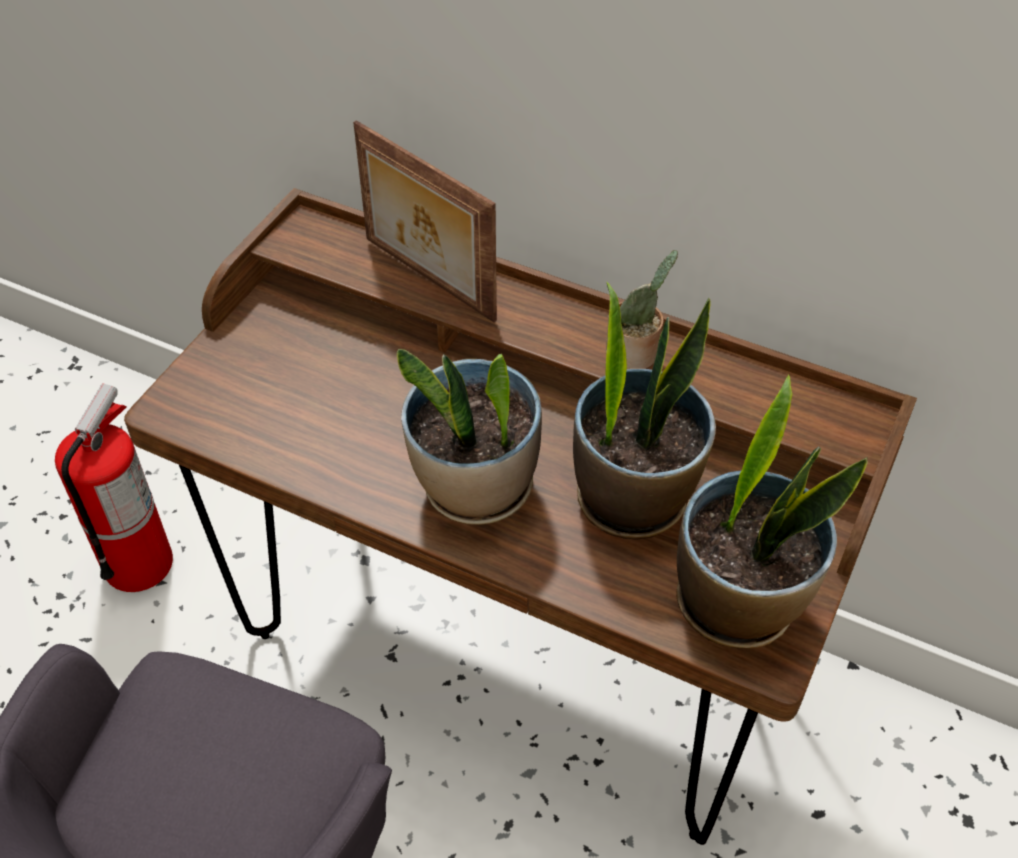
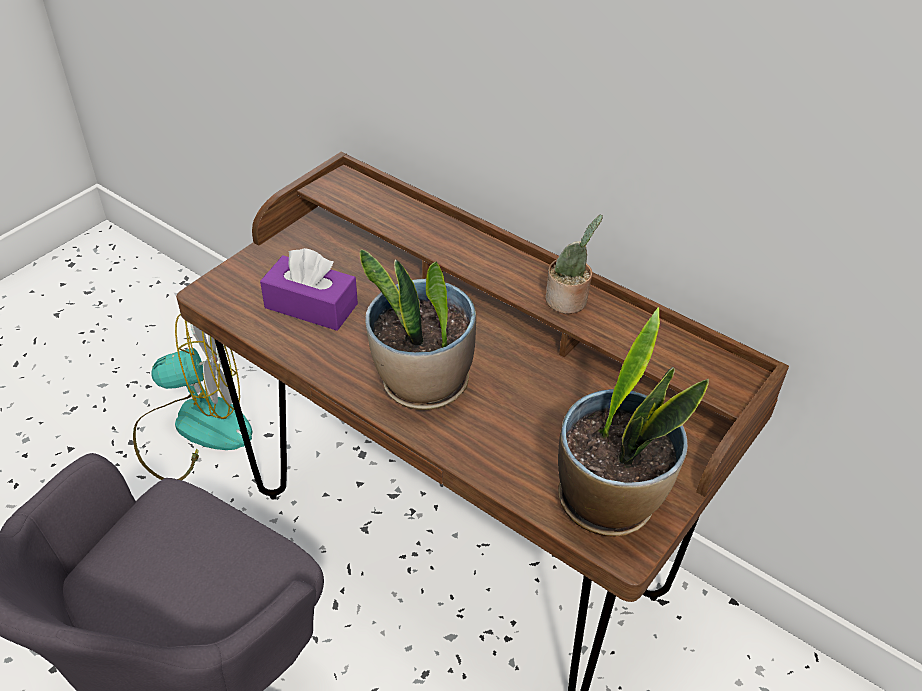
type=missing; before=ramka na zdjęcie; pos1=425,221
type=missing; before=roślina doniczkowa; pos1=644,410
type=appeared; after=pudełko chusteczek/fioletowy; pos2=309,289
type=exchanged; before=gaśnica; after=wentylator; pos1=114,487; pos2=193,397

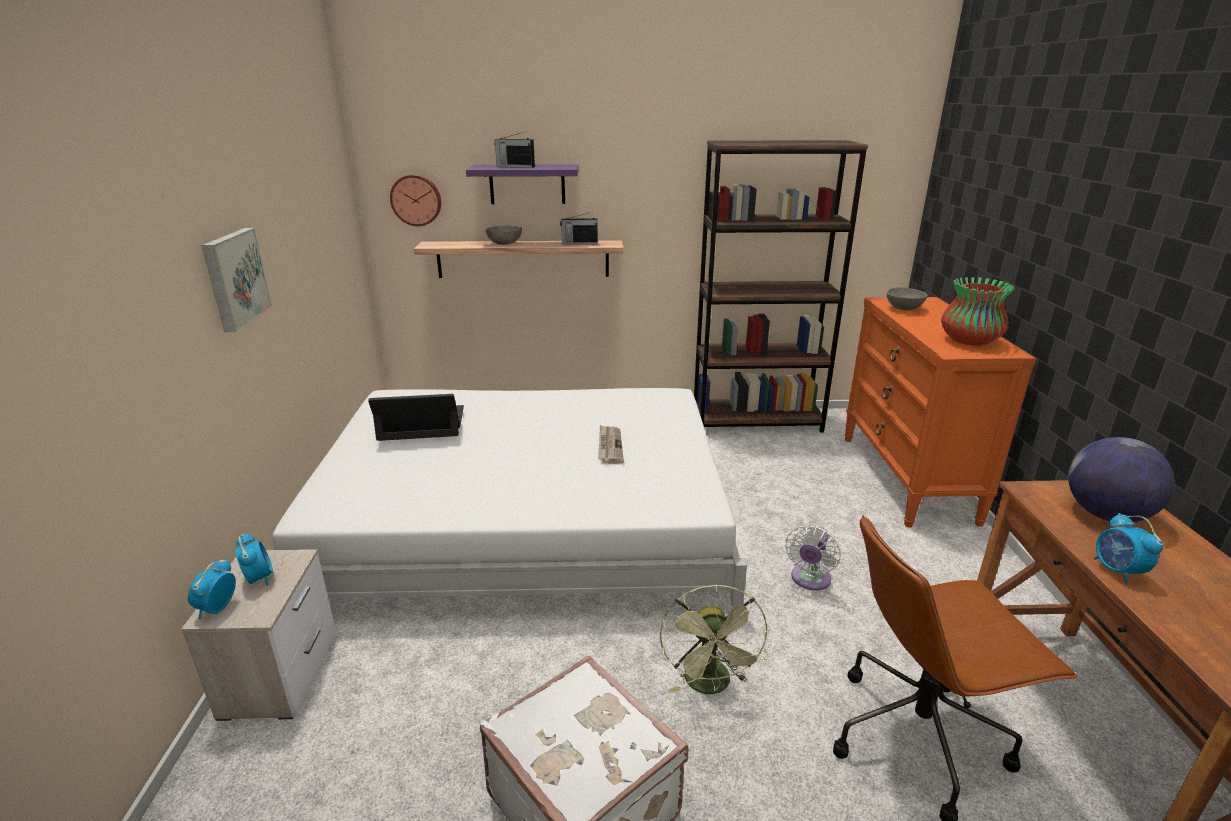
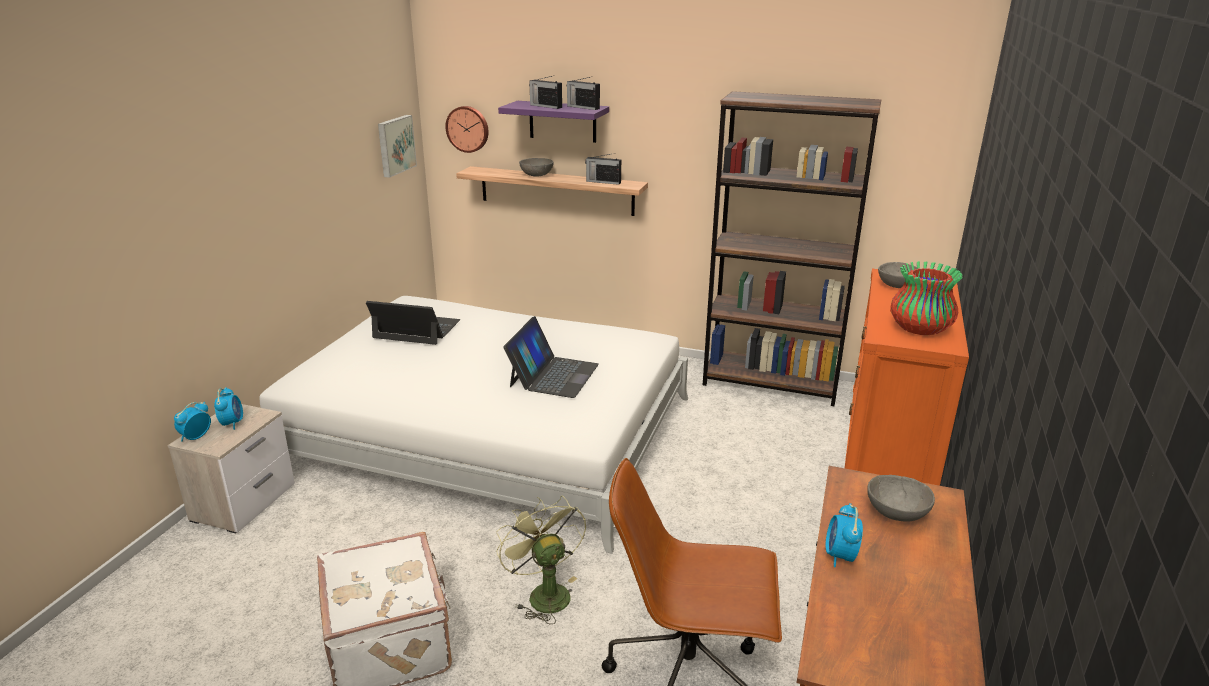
type=missing; before=wentylator/biały; pos1=813,557
type=appeared; after=radio; pos2=583,93
type=relocated; before=obraz; pos1=236,280; pos2=397,146
type=exchanged; before=gazeta; after=laptop; pos1=611,444; pos2=551,357
type=exchanged; before=globus; after=miska/szary; pos1=1121,479; pos2=901,498
type=spun; before=wentylator/zielony; pos1=714,639; pos2=541,560; turn=135

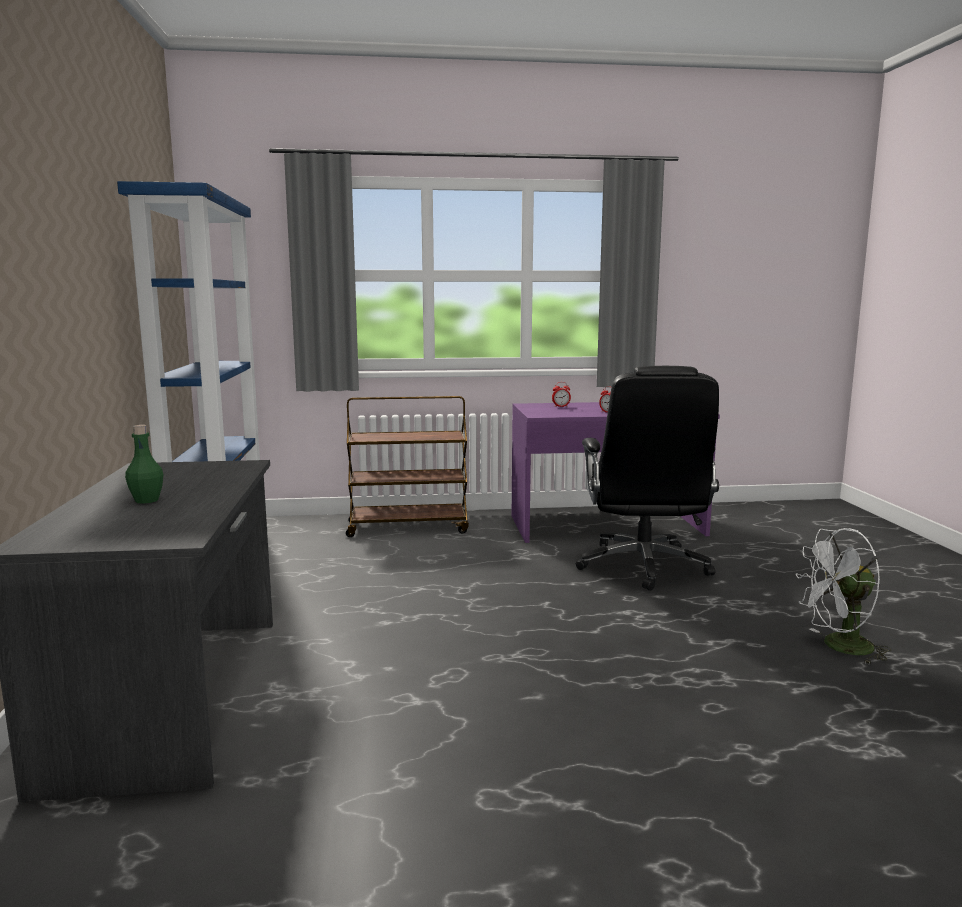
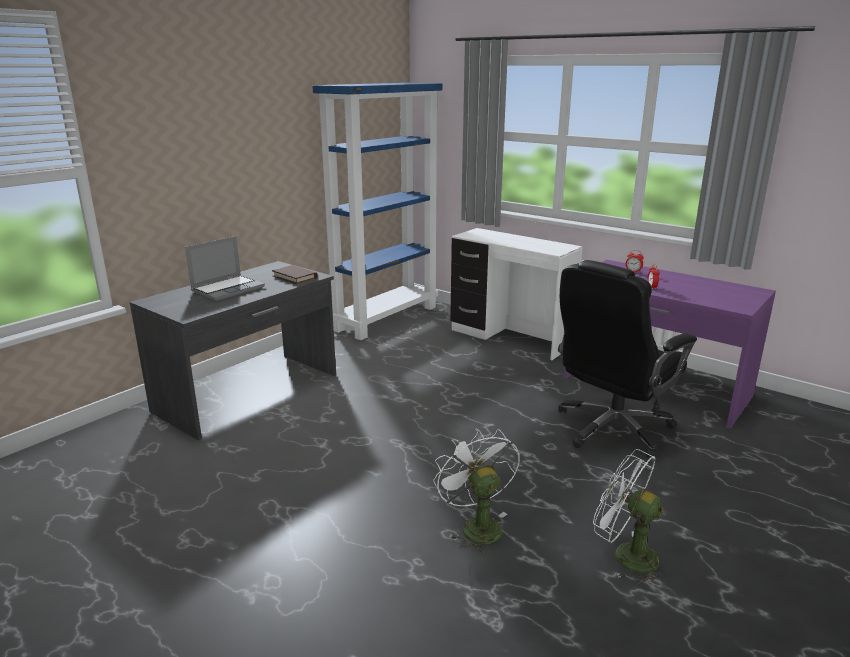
type=appeared; after=książka/brązowy; pos2=295,274
type=appeared; after=wentylator/biały; pos2=476,491
type=exchanged; before=butelka/zielony; after=laptop; pos1=144,464; pos2=225,268
type=exchanged; before=wózek/brązowy; after=biurko/biały; pos1=407,466; pos2=516,294

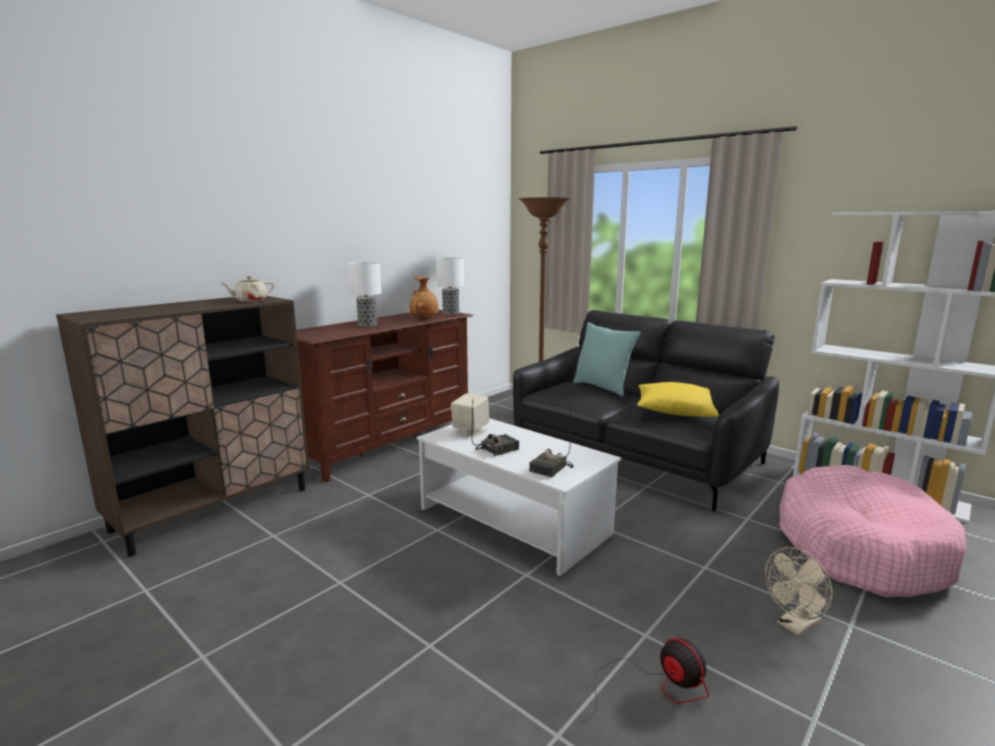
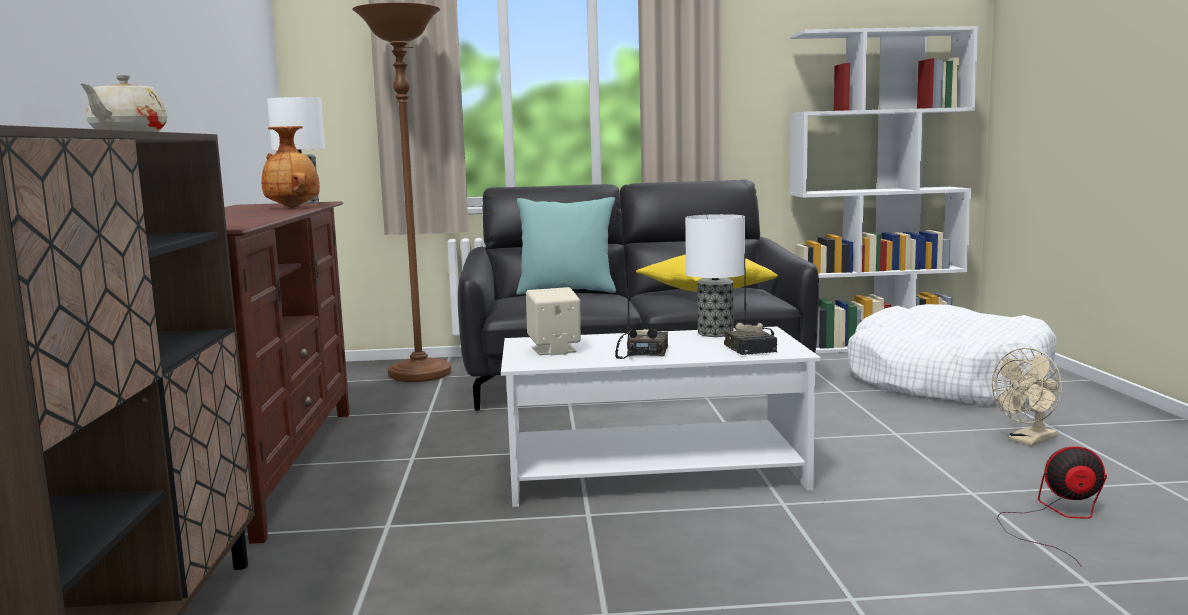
type=relocated; before=lampa stołowa; pos1=364,294; pos2=715,275
type=colour; before=legowisko/różowy; after=legowisko/biały; pos1=873,531; pos2=952,355
type=spun; before=wentylator/beżowy; pos1=799,591; pos2=1027,397; turn=45

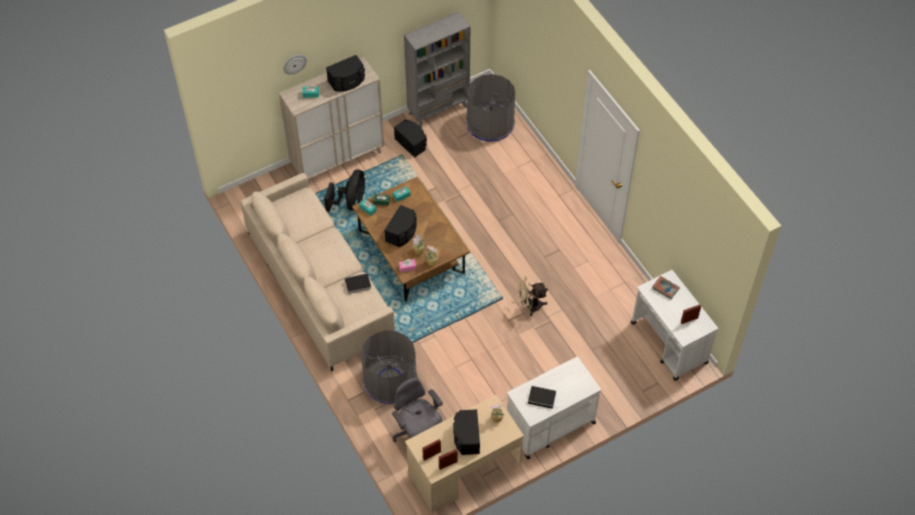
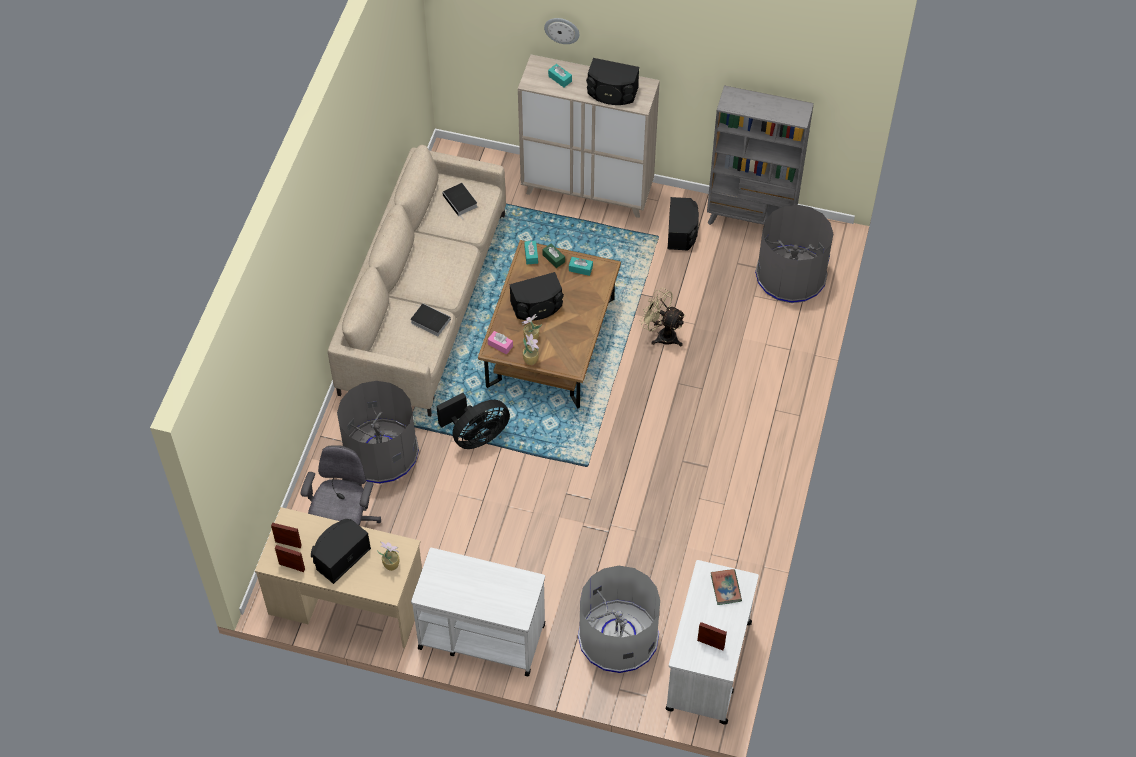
type=appeared; after=kosz na śmieci/szary; pos2=619,619
type=relocated; before=wentylator/czarny; pos1=344,190; pos2=473,421
type=relocated; before=wentylator/beżowy; pos1=533,296; pos2=663,317
type=relocated; before=książka; pos1=543,397; pos2=460,200

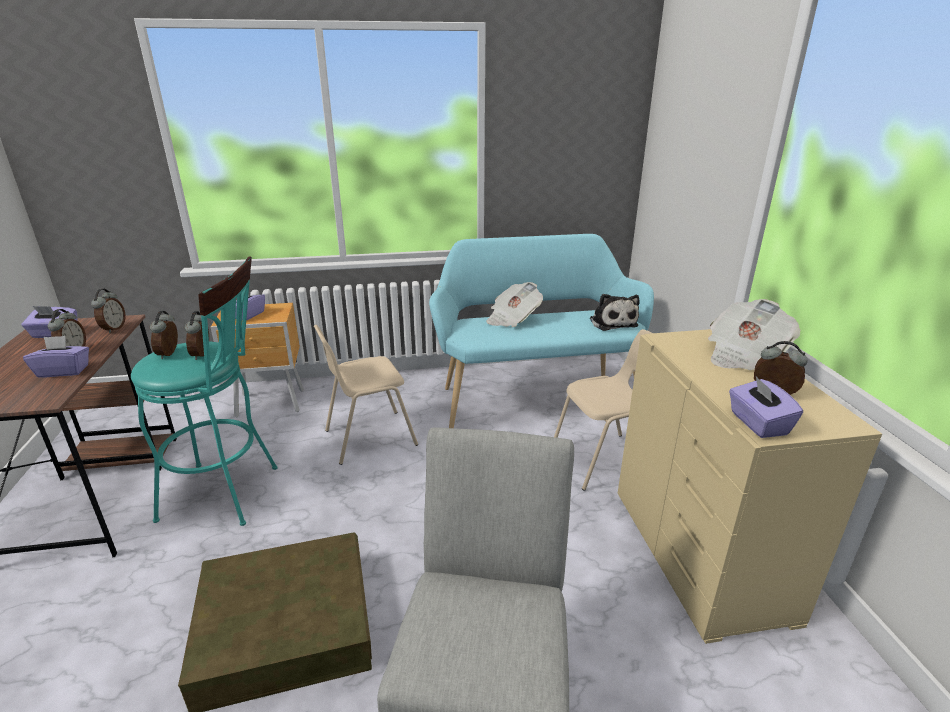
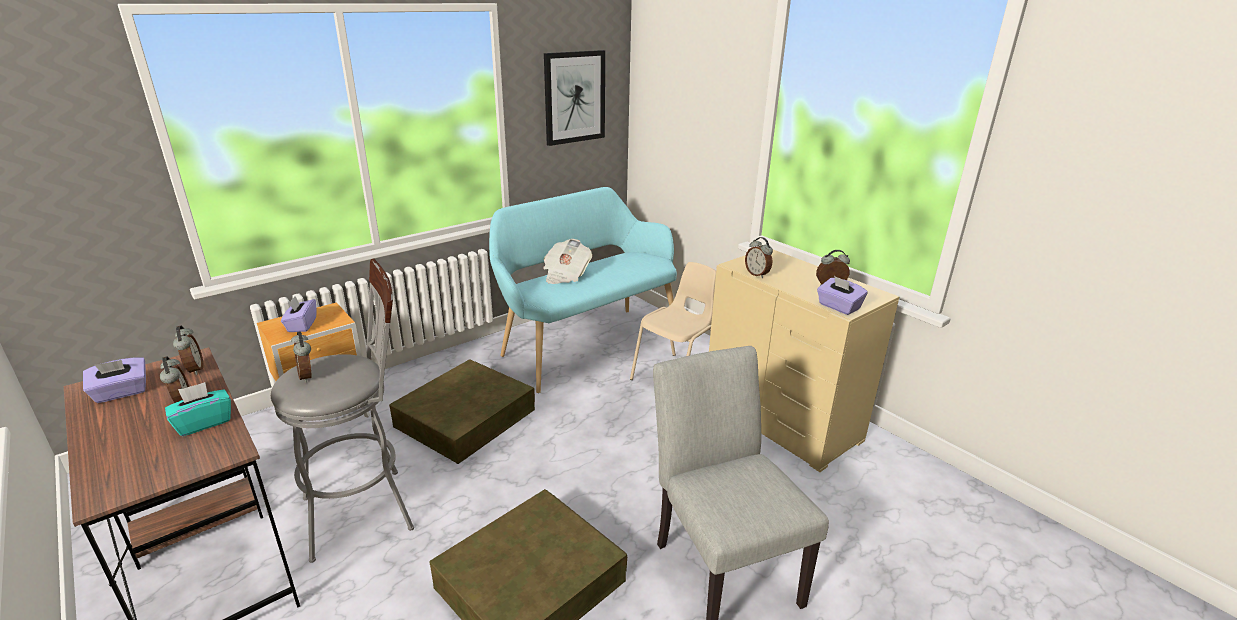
type=missing; before=pluszak; pos1=614,312
type=missing; before=gazeta; pos1=754,334
type=appeared; after=obraz; pos2=574,98
type=relocated; before=budzik; pos1=197,335; pos2=759,257
type=exchanged; before=krzesło/beżowy; after=pojemnik do przechowywania/brązowy; pos1=366,395; pos2=462,411
type=colour; before=pudełko chusteczek/fioletowy; after=pudełko chusteczek/turkusowy; pos1=56,357; pos2=198,409
type=colour; before=stołek/turkusowy; after=stołek/szary; pos1=204,391; pos2=342,411

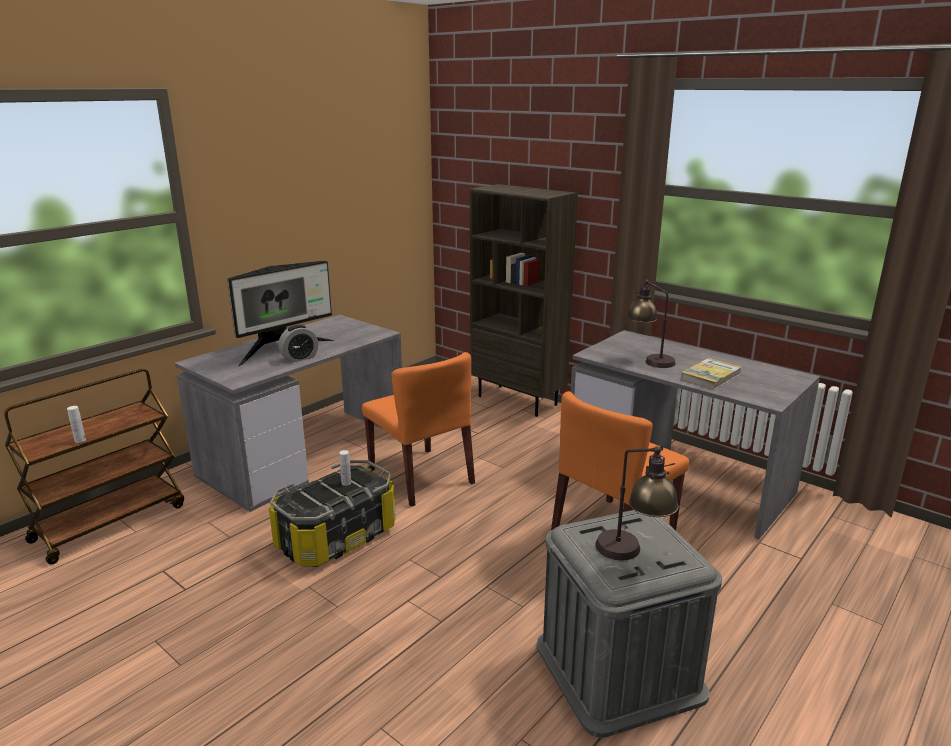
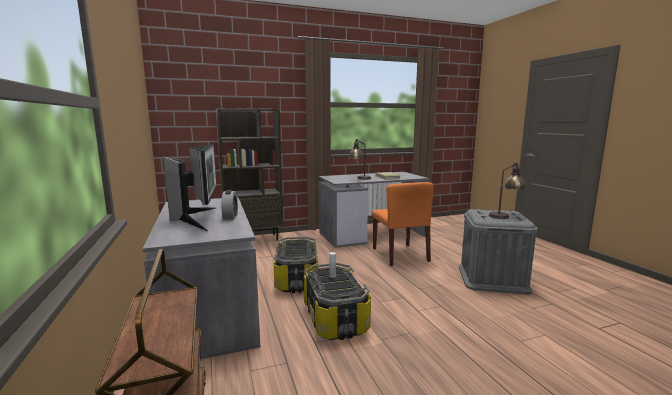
type=missing; before=butelka/biały; pos1=76,424
type=exchanged; before=krzesło/pomarańczowy; after=pojemnik do przechowywania; pos1=418,429; pos2=296,265

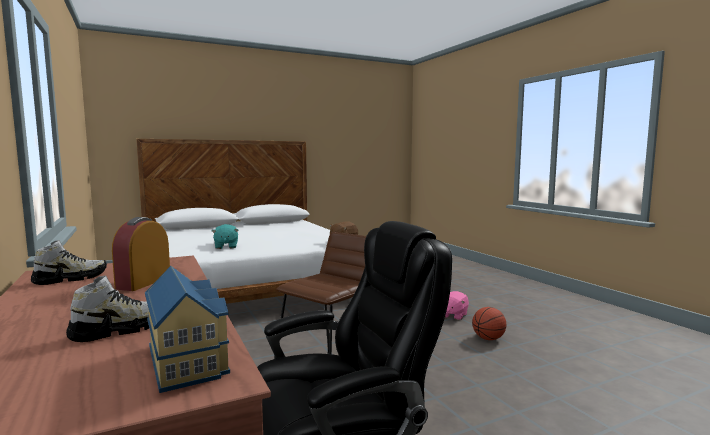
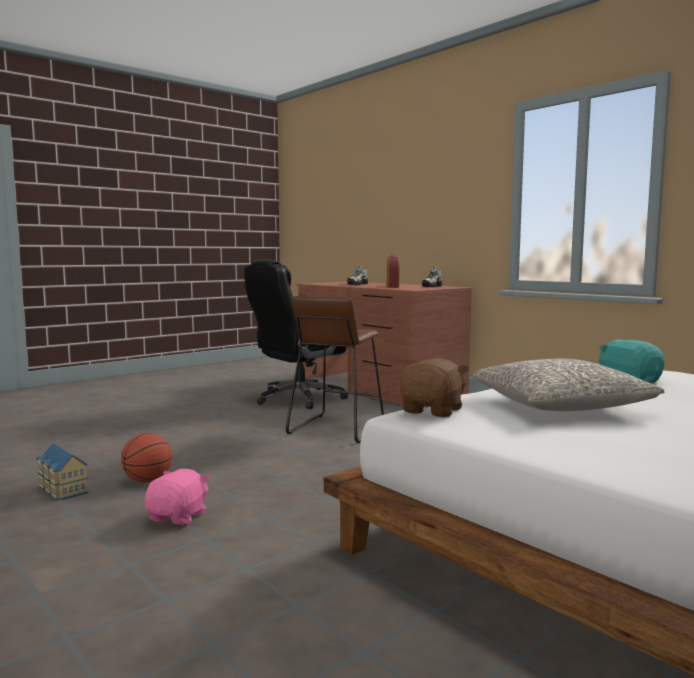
type=appeared; after=poduszka/szary; pos2=566,385
type=relocated; before=domek; pos1=187,329; pos2=62,472

